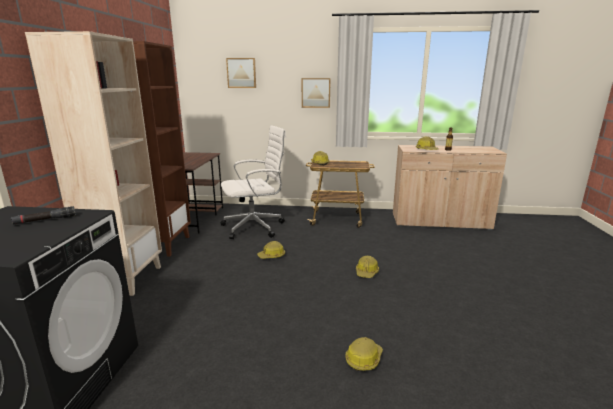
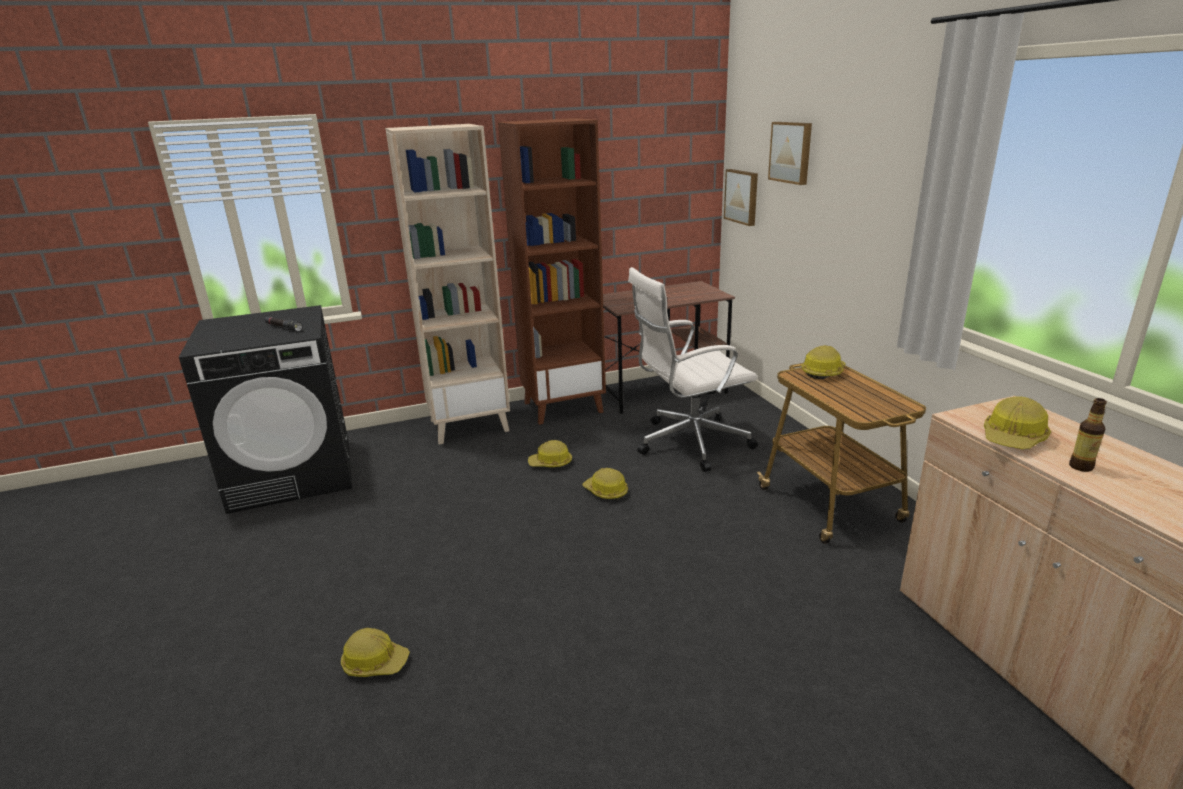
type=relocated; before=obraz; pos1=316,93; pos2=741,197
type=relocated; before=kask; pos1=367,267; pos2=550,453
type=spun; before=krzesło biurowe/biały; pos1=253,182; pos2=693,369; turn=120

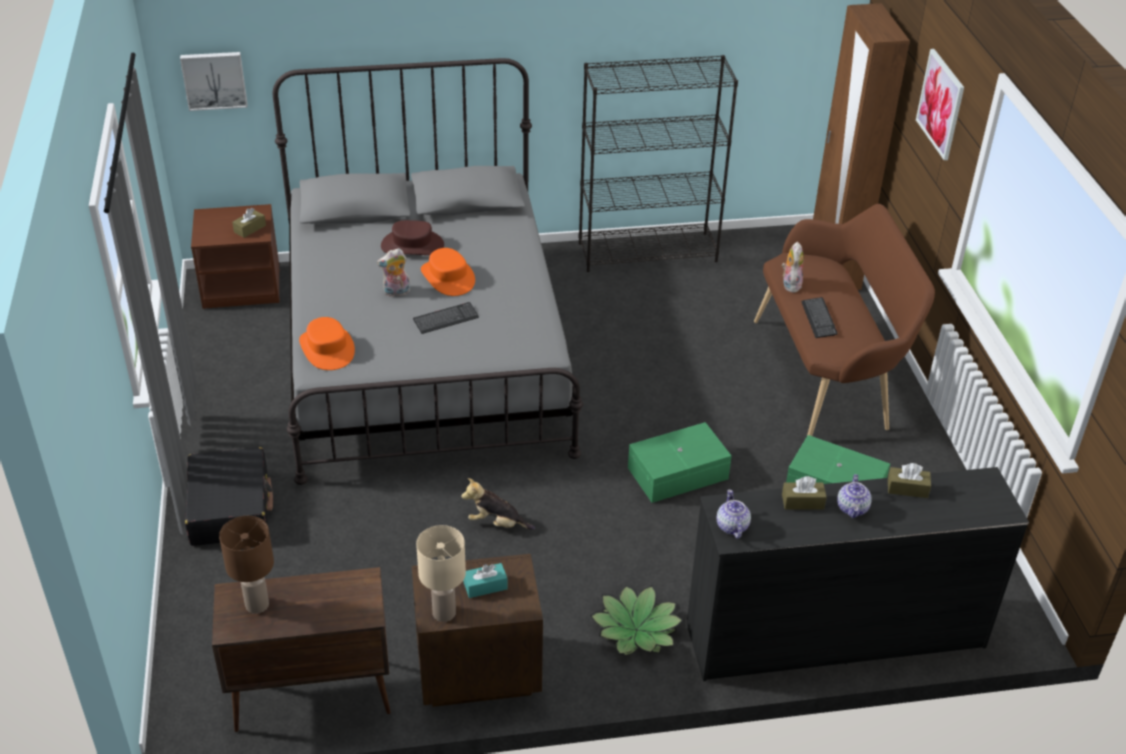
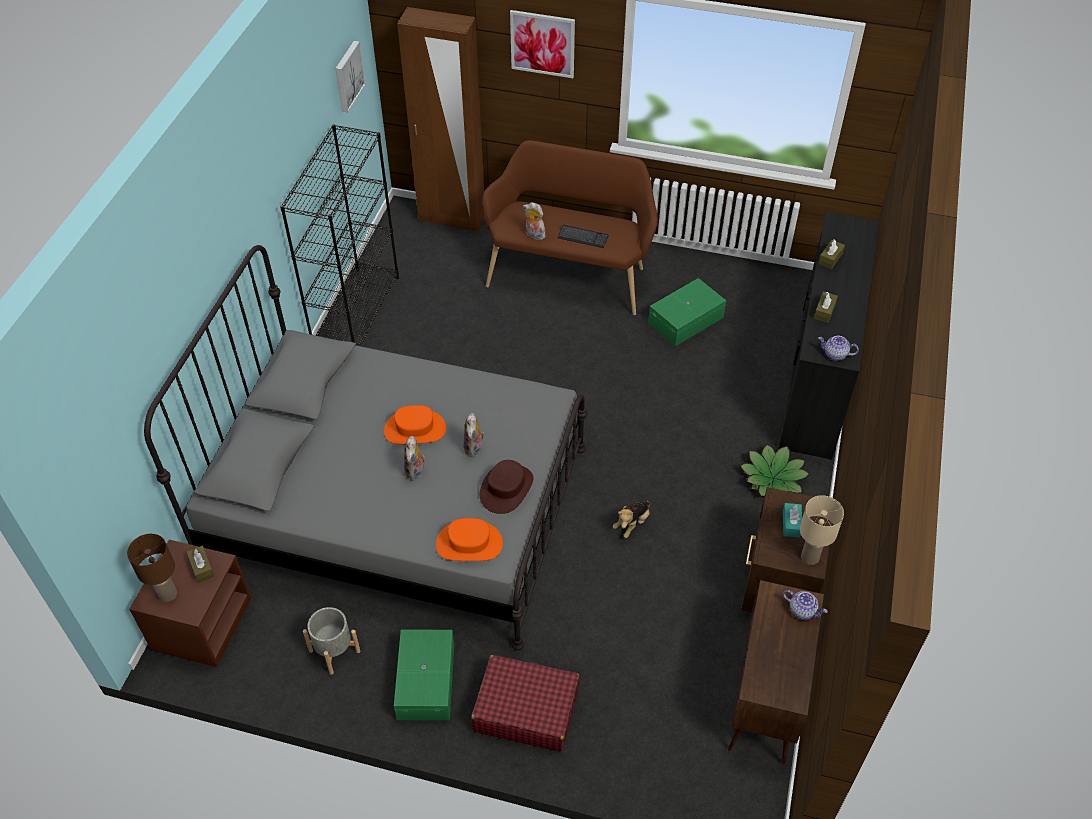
type=appeared; after=donica/szary; pos2=331,641
type=relocated; before=obraz; pos1=214,81; pos2=350,76
type=relocated; before=lampa stołowa/brązowy; pos1=246,565; pos2=152,568
type=relocated; before=kapelusz/brązowy; pos1=412,237; pos2=507,487
type=relocated; before=pojemnik do przechowywania/zielony; pos1=680,462; pos2=424,675
type=relocated; before=imbryk; pos1=854,496; pos2=805,605
type=exchanged; before=klawiatura; after=pluszak; pos1=446,318; pos2=474,435
type=colour; before=walizka/czarny; after=walizka/czerwony; pos1=229,496; pos2=525,703

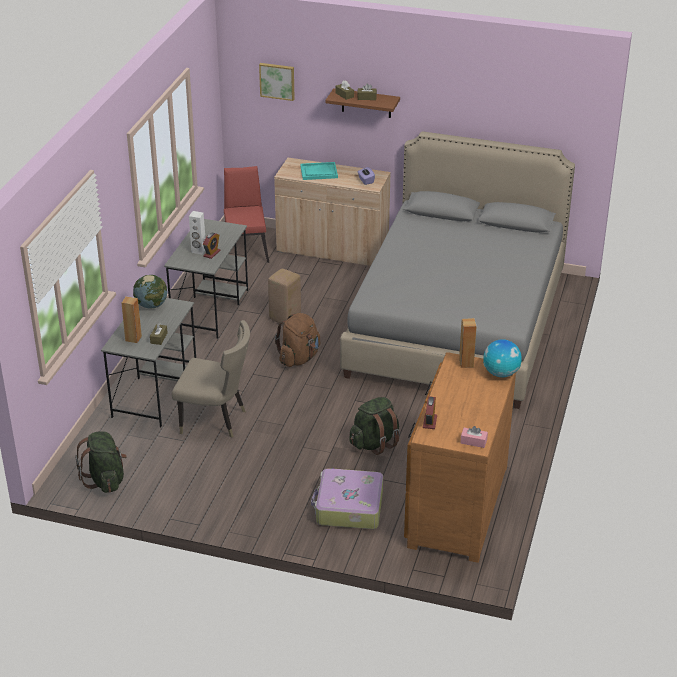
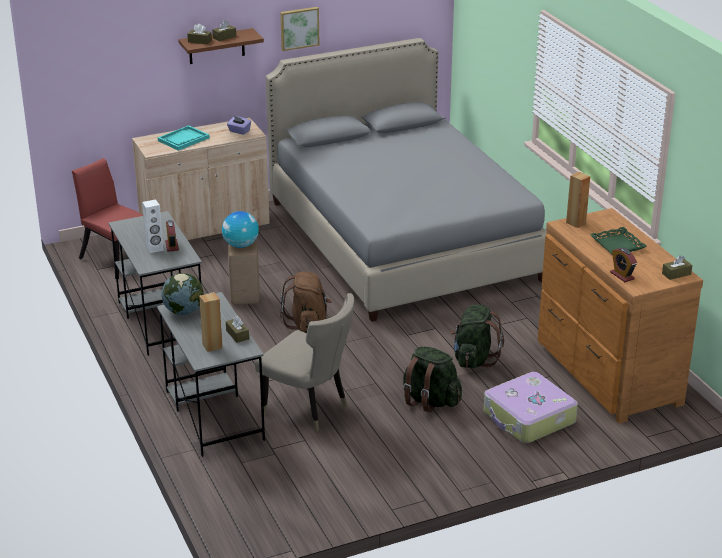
type=appeared; after=taca/zielony; pos2=618,240
type=relocated; before=plecak/zielony; pos1=101,462; pos2=432,380
type=relocated; before=obraz; pos1=277,82; pos2=299,29
type=relocated; before=globus; pos1=502,358; pos2=240,229
type=colour; before=pudełko chusteczek/różowy; after=pudełko chusteczek/brązowy; pos1=474,437; pos2=677,268
type=spun; before=krzesło/beżowy; pos1=211,379; pos2=304,362; turn=60

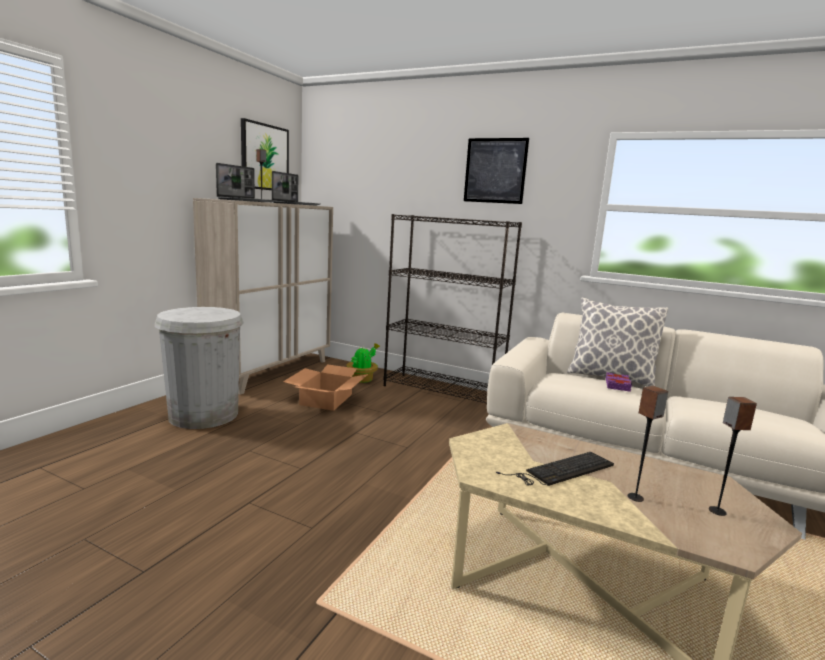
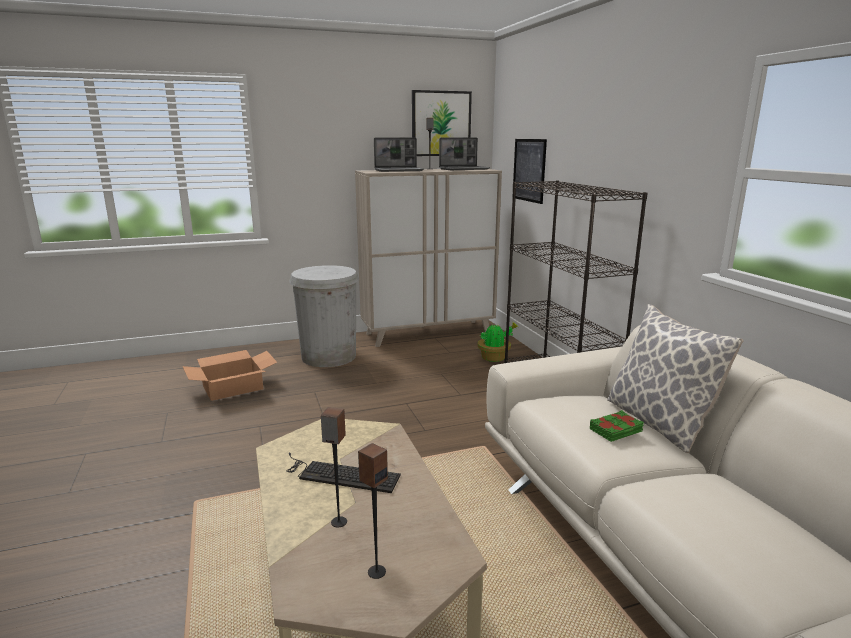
type=relocated; before=karton; pos1=325,387; pos2=229,375
type=relocated; before=obraz; pos1=496,171; pos2=529,171
type=colour; before=książka/fioletowy; after=książka/zielony; pos1=618,382; pos2=617,426

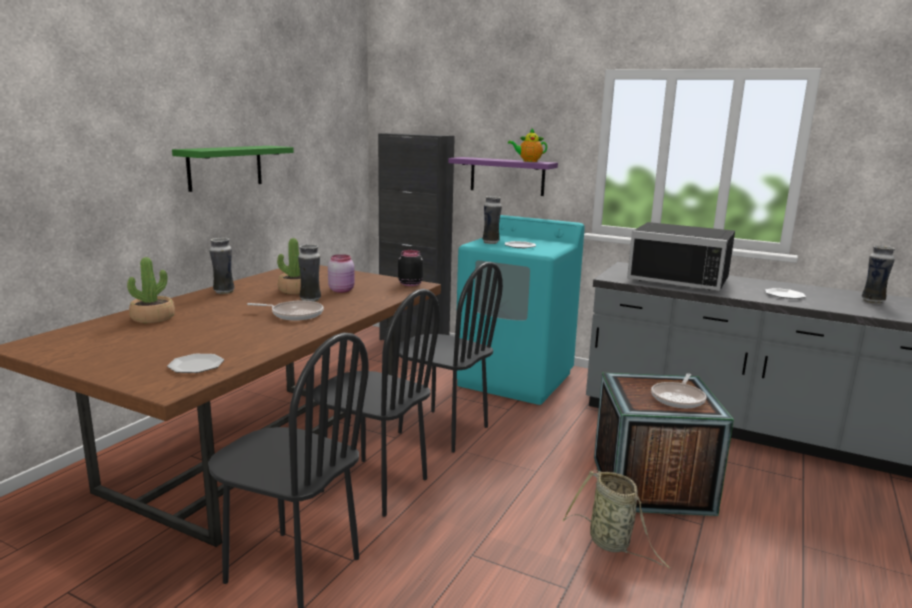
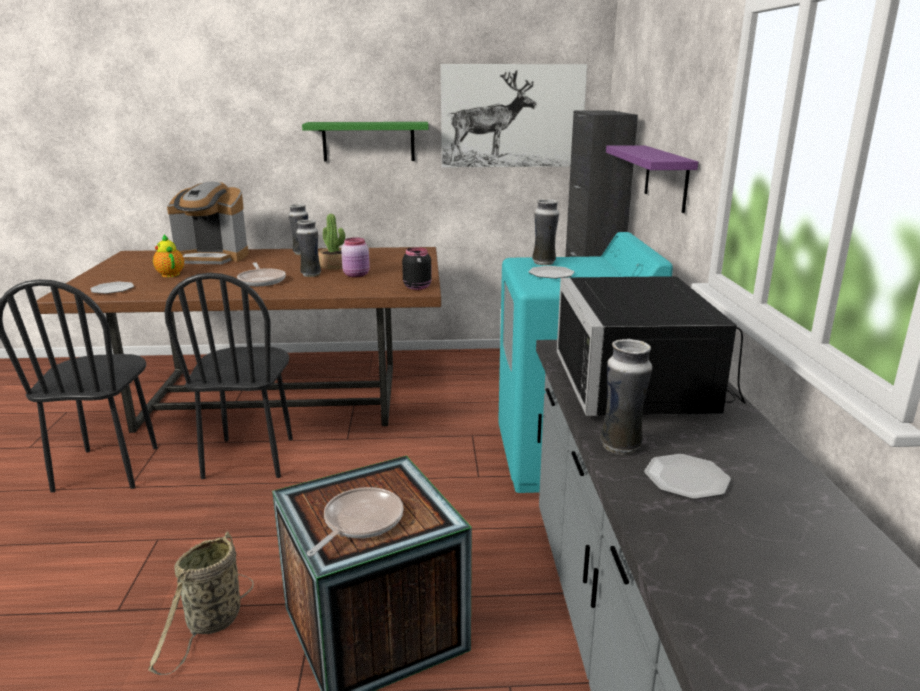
type=missing; before=krzesło/czarny; pos1=450,357
type=appeared; after=obraz; pos2=514,115
type=relocated; before=imbryk; pos1=527,145; pos2=168,255
type=relocated; before=wazon; pos1=878,274; pos2=626,397
type=exchanged; before=roślina doniczkowa; after=ekspres do kawy; pos1=151,290; pos2=207,223
type=spun; before=patelnia; pos1=679,390; pos2=355,521; turn=120

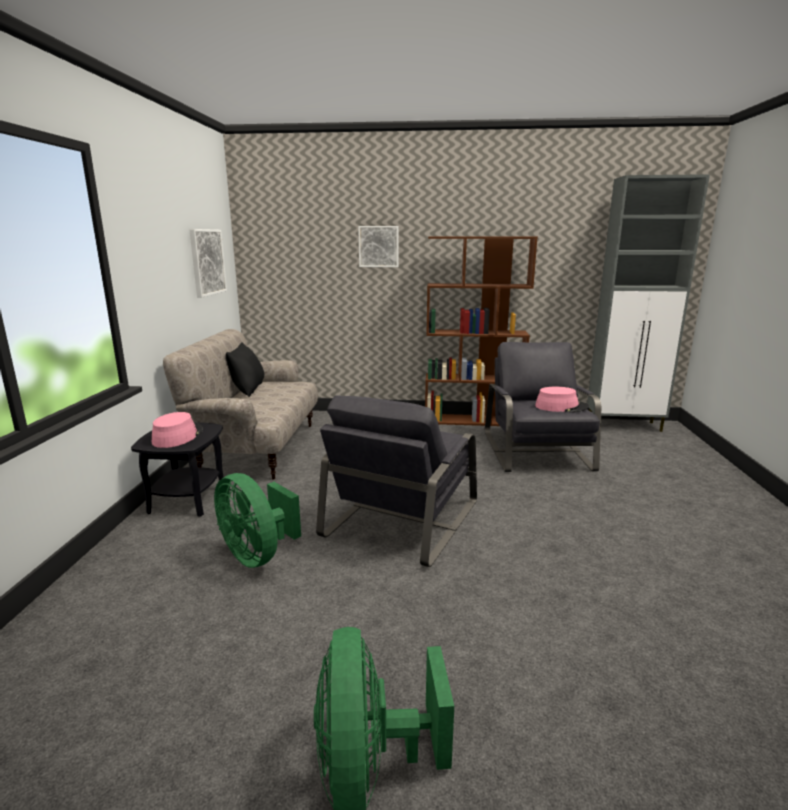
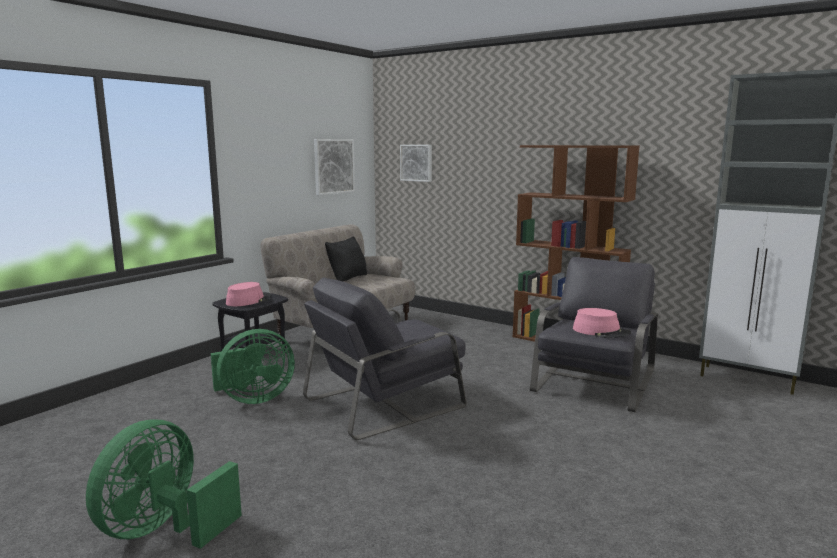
type=relocated; before=obraz; pos1=378,246; pos2=416,163
type=spun; before=wentylator/zielony; pos1=257,520; pos2=253,366; turn=-105

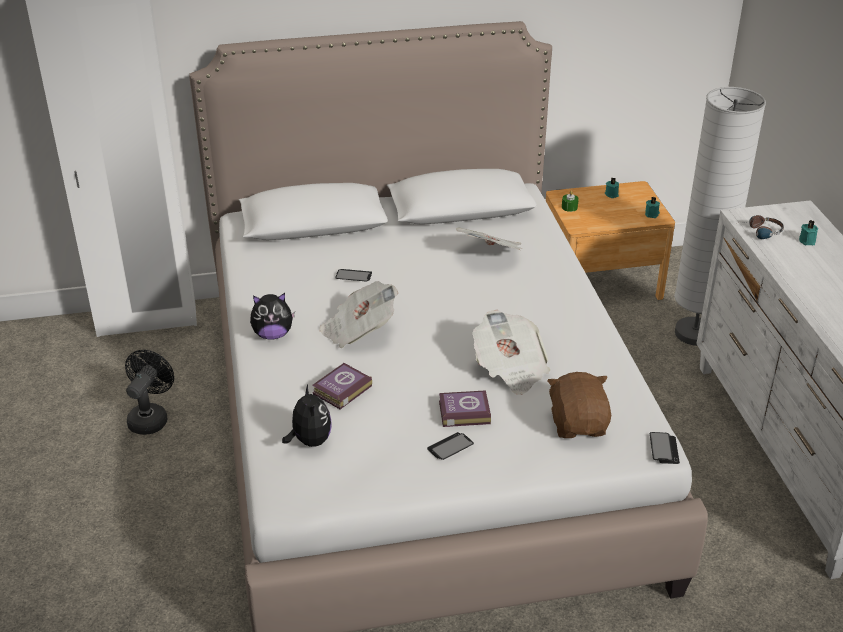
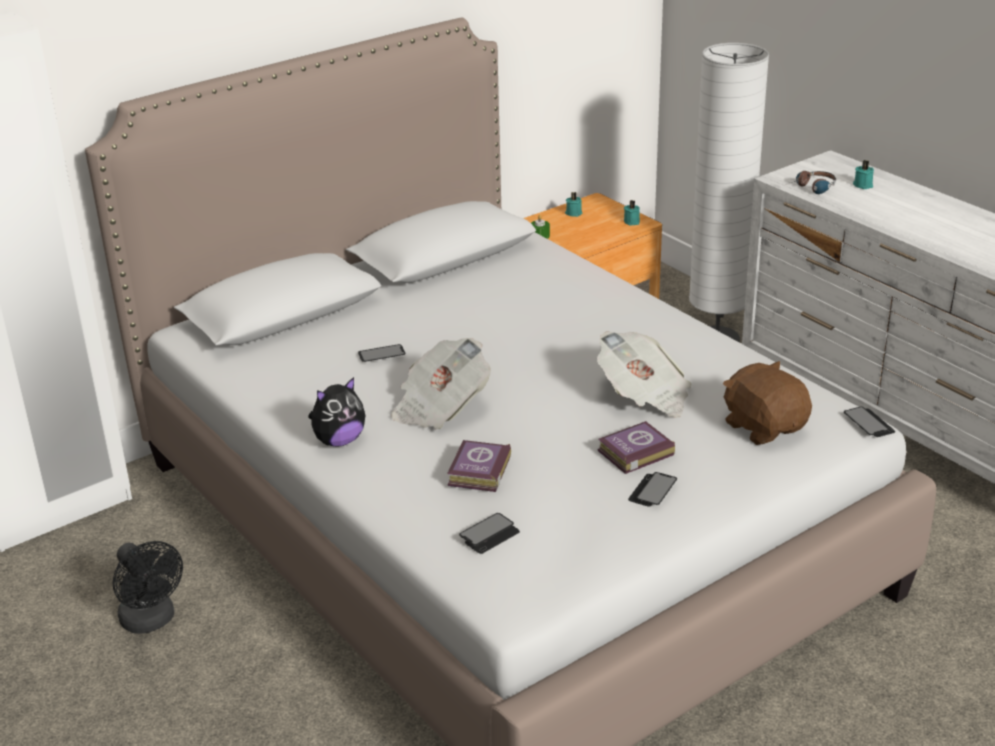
type=missing; before=gazeta; pos1=489,239
type=exchanged; before=pluszak; after=telefon; pos1=307,415; pos2=489,533
type=spun; before=wentylator/czarny; pos1=149,392; pos2=148,587; turn=150

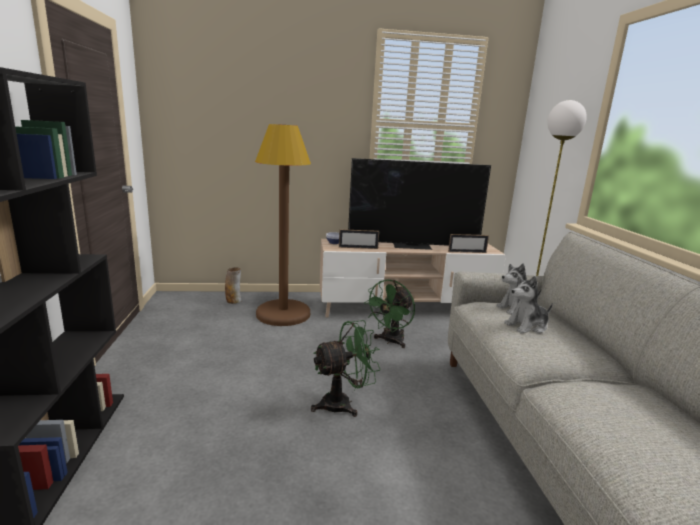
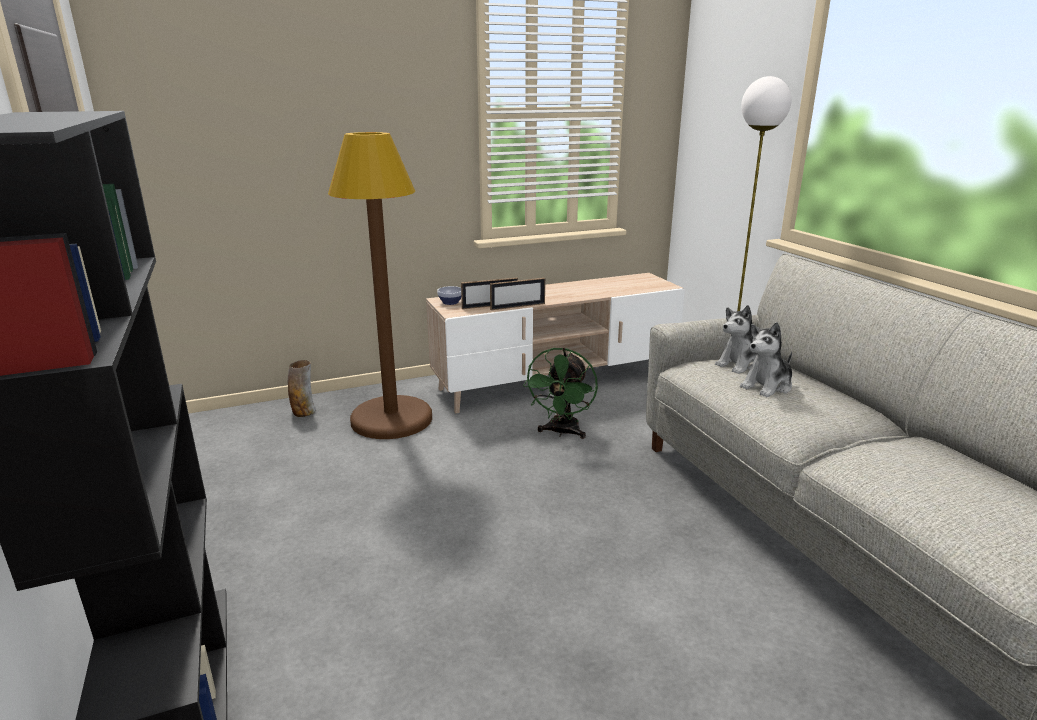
type=missing; before=wentylator/zielony; pos1=346,368
type=missing; before=telewizor; pos1=419,204
type=relocated; before=ramka na zdjęcie; pos1=468,243; pos2=517,294

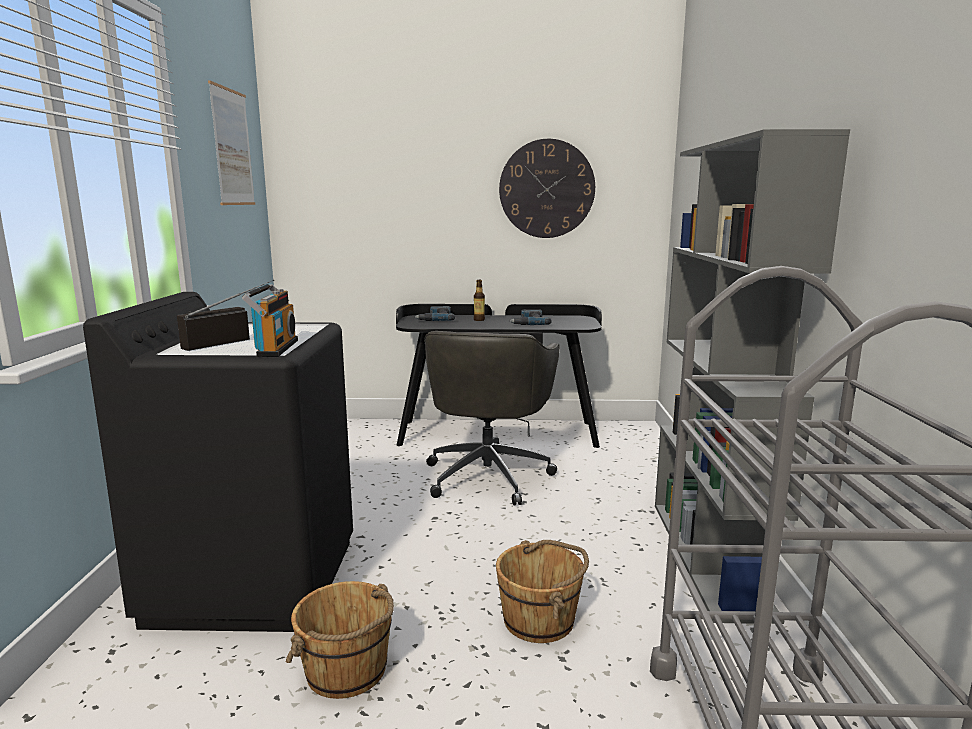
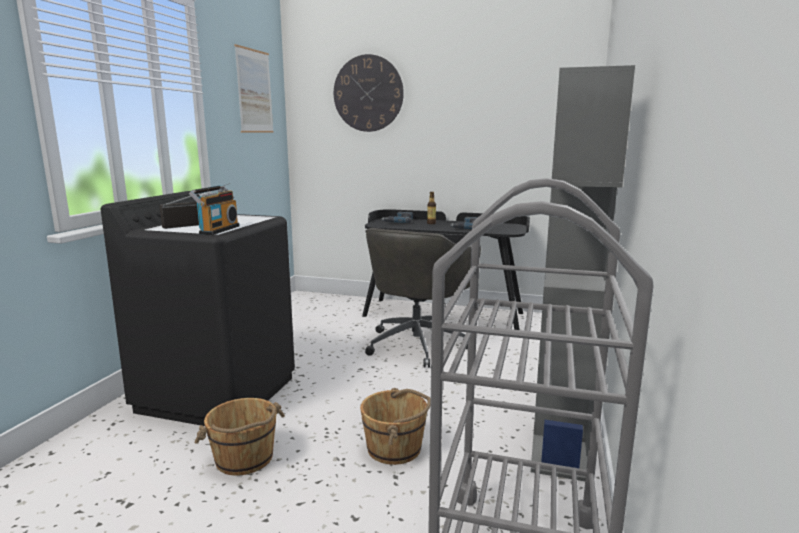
type=relocated; before=zegar ścienny; pos1=547,188; pos2=369,93

